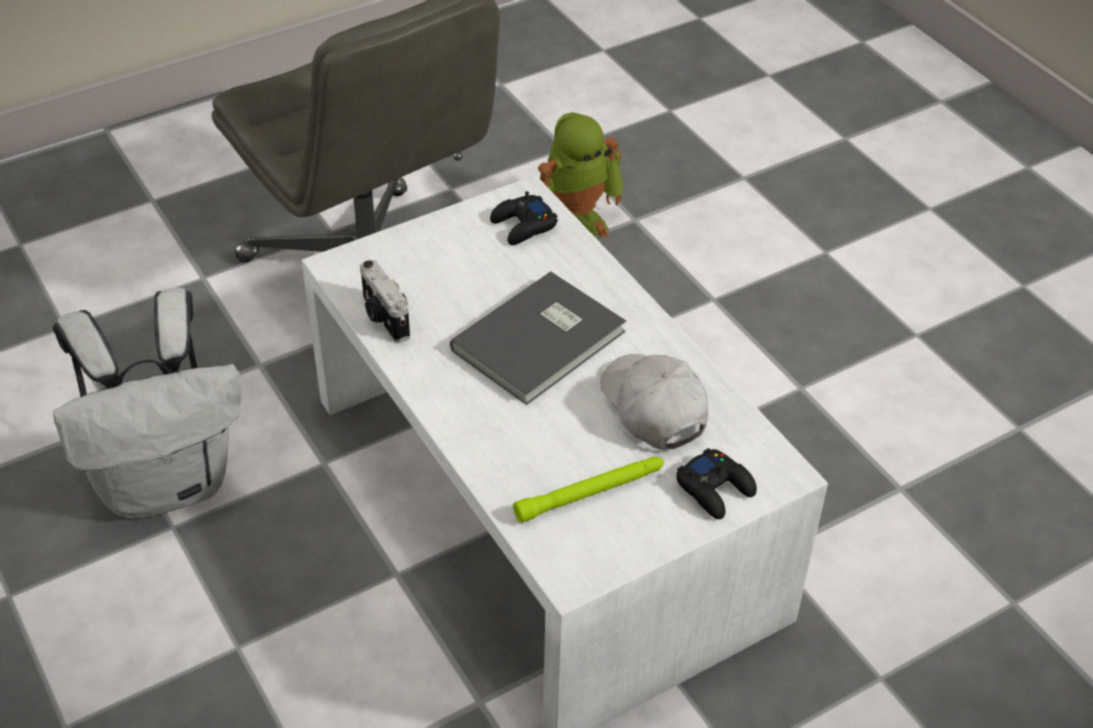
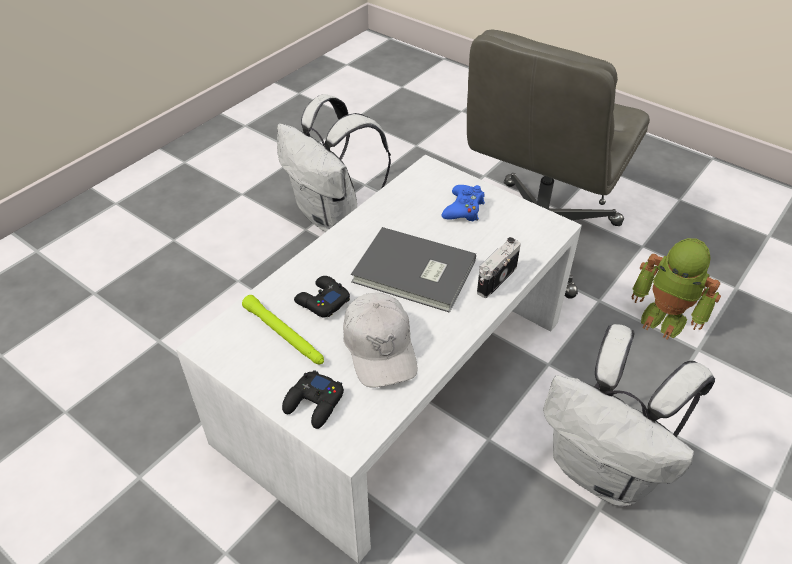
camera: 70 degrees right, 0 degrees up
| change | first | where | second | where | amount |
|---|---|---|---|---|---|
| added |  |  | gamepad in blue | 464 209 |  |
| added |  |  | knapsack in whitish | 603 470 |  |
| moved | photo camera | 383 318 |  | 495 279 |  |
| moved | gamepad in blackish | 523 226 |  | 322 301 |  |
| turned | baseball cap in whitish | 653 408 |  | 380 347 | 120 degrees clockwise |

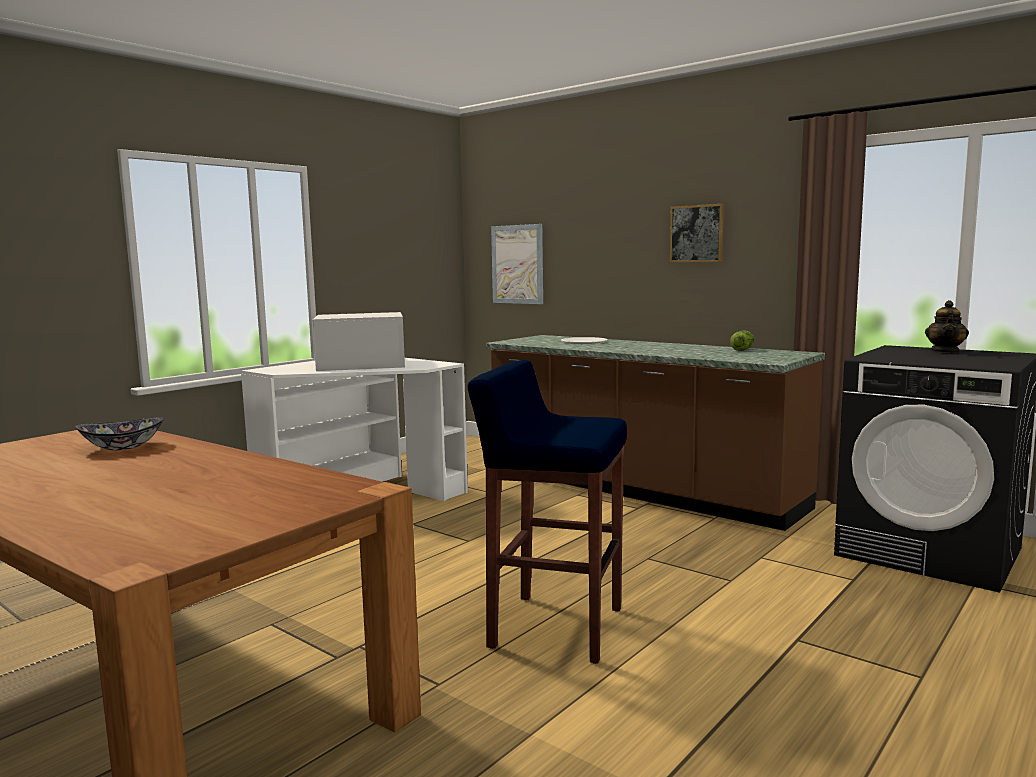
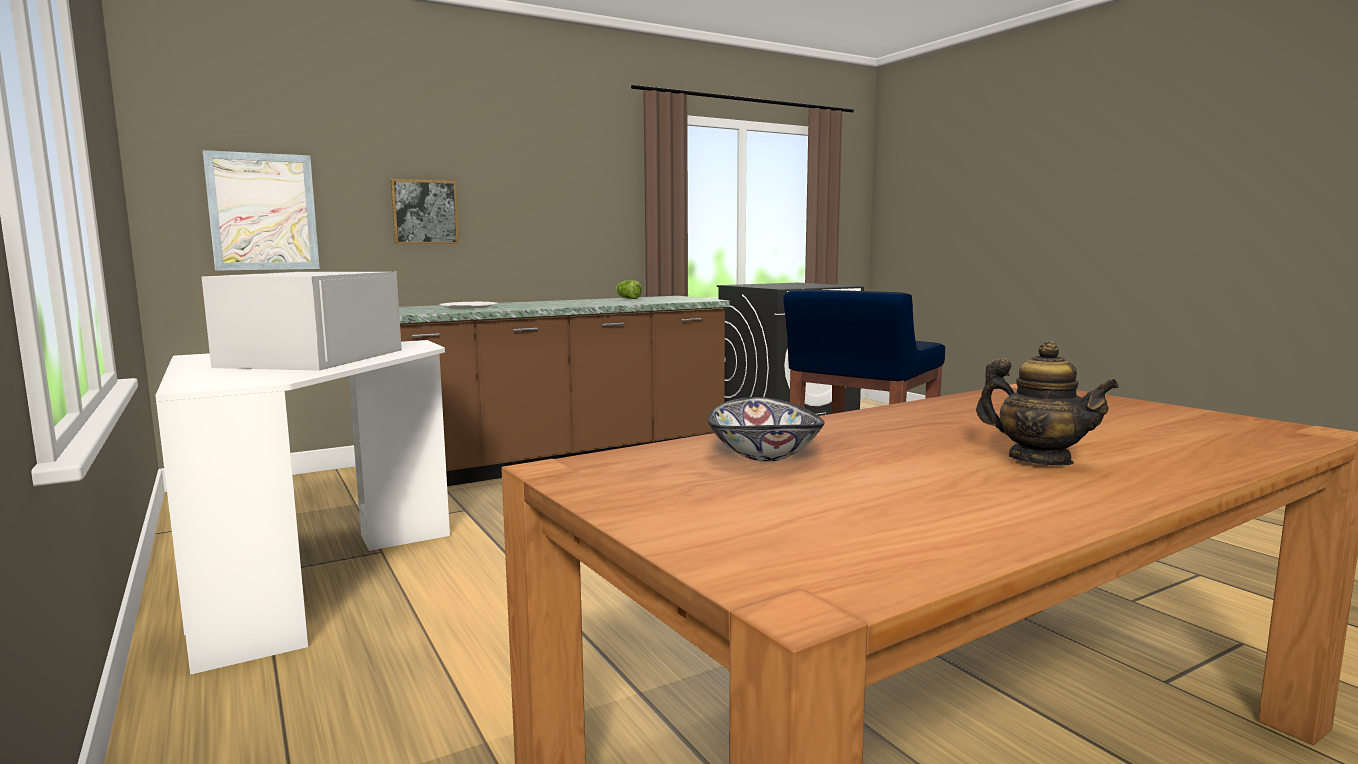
camera: 70 degrees left, 0 degrees up
| change | first | where | second | where | amount |
|---|---|---|---|---|---|
| moved | wall picture | 696 233 |  | 425 212 |  |
| moved | pot for tea | 945 351 |  | 1039 460 |  |

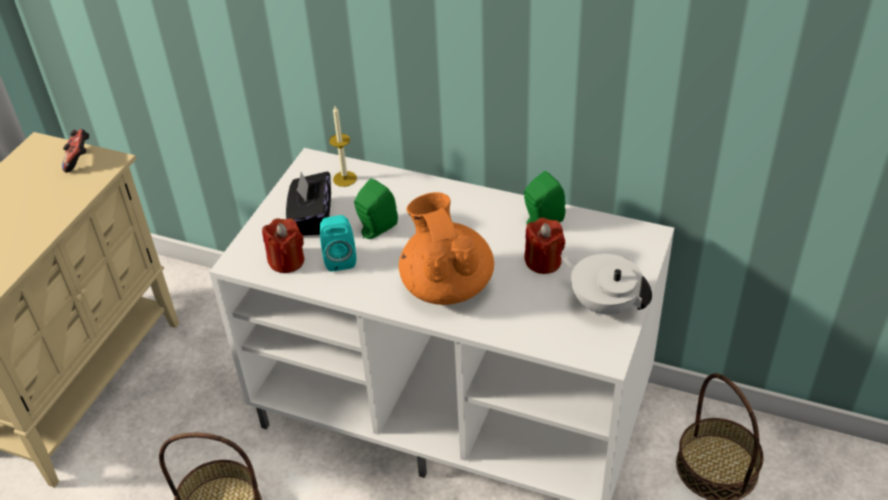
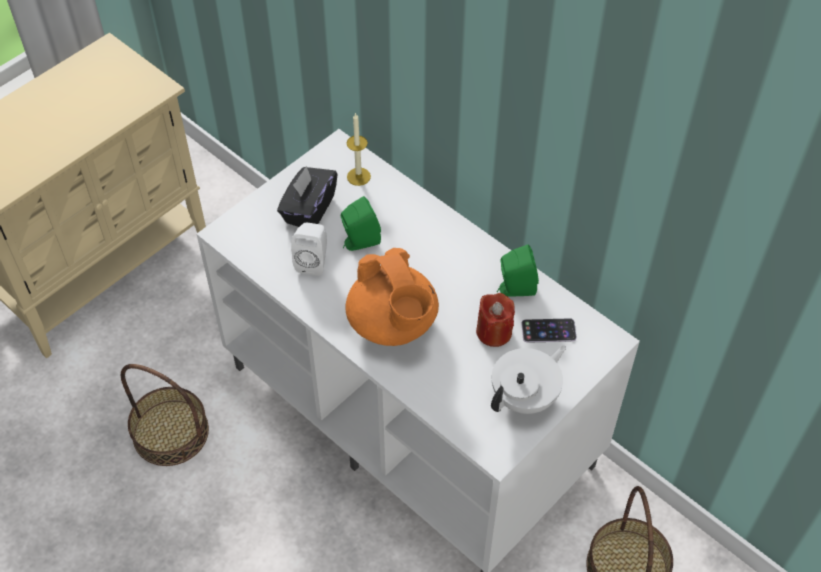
camera: 20 degrees right, 10 degrees up
| change | first | where | second | where | amount |
|---|---|---|---|---|---|
| removed | gamepad | 79 160 |  |  |  |
| removed | wax candle in red-coloured | 286 261 |  |  |  |
| added |  |  | phone | 548 331 |  |
| recoloured | audio speaker in turquoise | 339 258 | audio speaker in whitish | 313 261 |  |
| turned | pot for tea in orangey | 446 285 |  | 393 324 | 150 degrees clockwise |
| turned | pot for tea in whitish | 604 303 |  | 525 397 | 75 degrees clockwise |

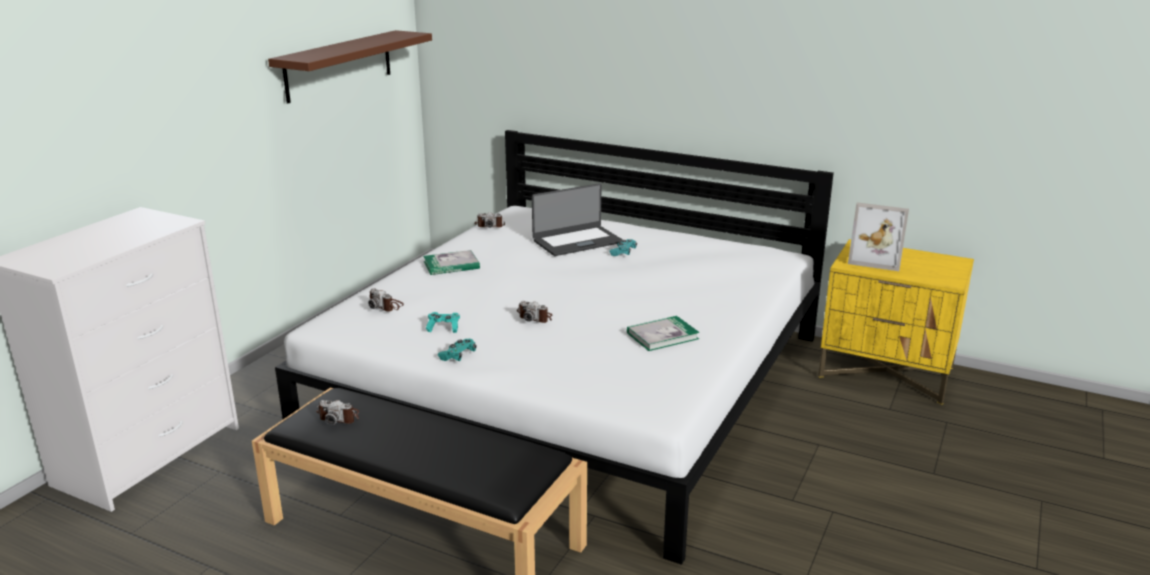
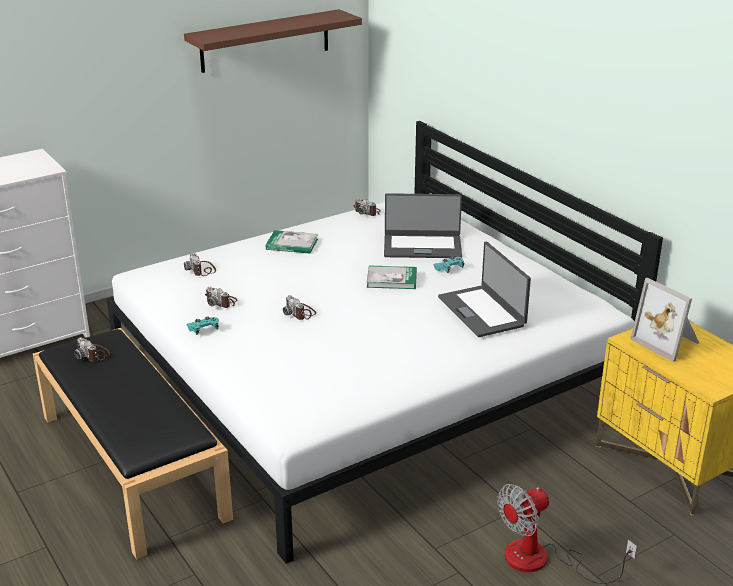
camera: 30 degrees right, 5 degrees up
| change | first | where | second | where | amount |
|---|---|---|---|---|---|
| added |  |  | laptop | 482 311 |  |
| added |  |  | electric fan | 542 560 |  |
| moved | volume | 662 336 |  | 392 279 |  |
| replaced | gamepad in turquoise | 443 328 | photo camera | 221 302 |  |

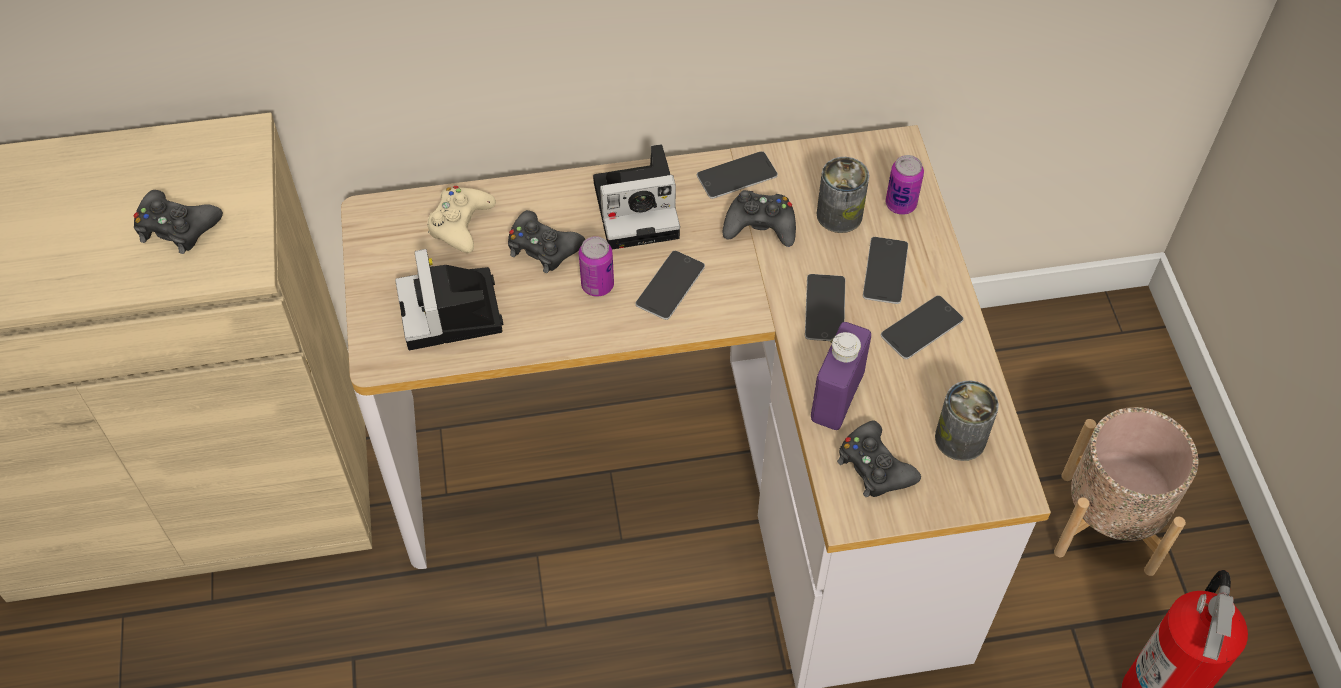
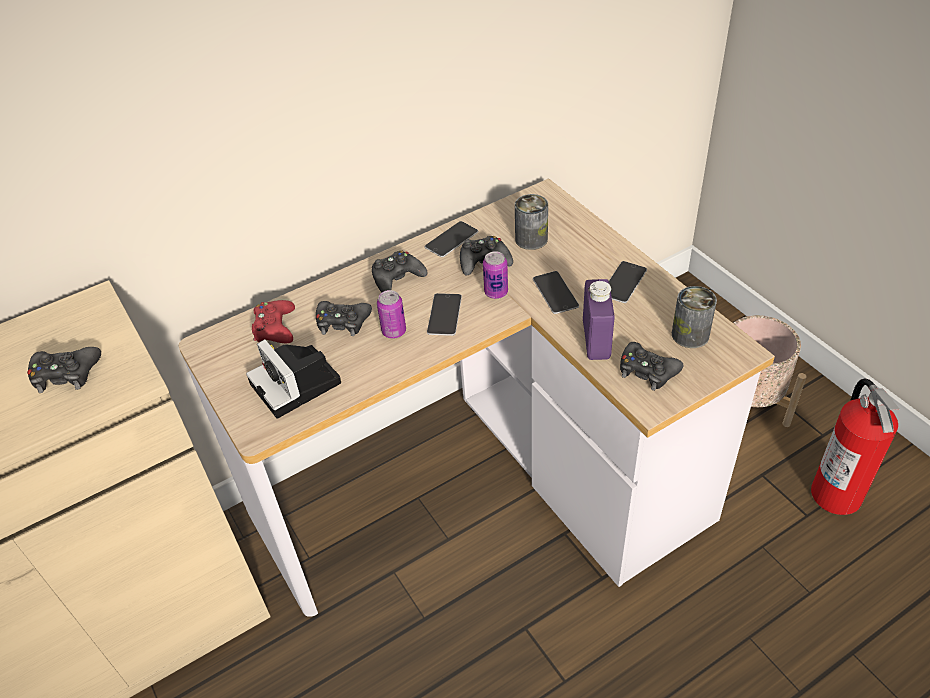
camera: 20 degrees left, 10 degrees down
| change | first | where | second | where | amount |
|---|---|---|---|---|---|
| removed | phone | 885 270 |  |  |  |
| moved | metal can | 900 204 |  | 496 292 |  |
| replaced | photo camera | 640 208 | gamepad in blackish | 397 278 |  |
| recoloured | gamepad in sand-coloured | 460 224 | gamepad in red-coloured | 275 328 |  |

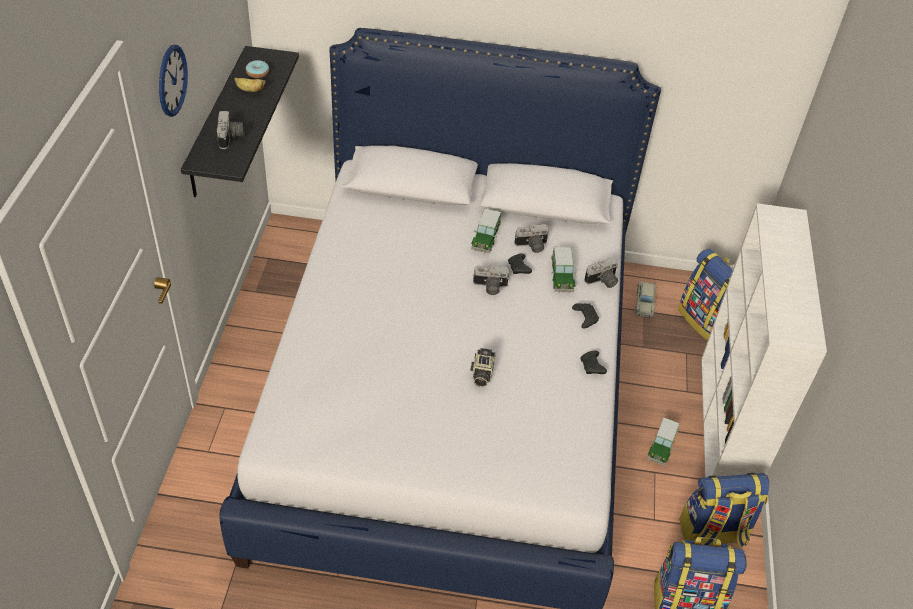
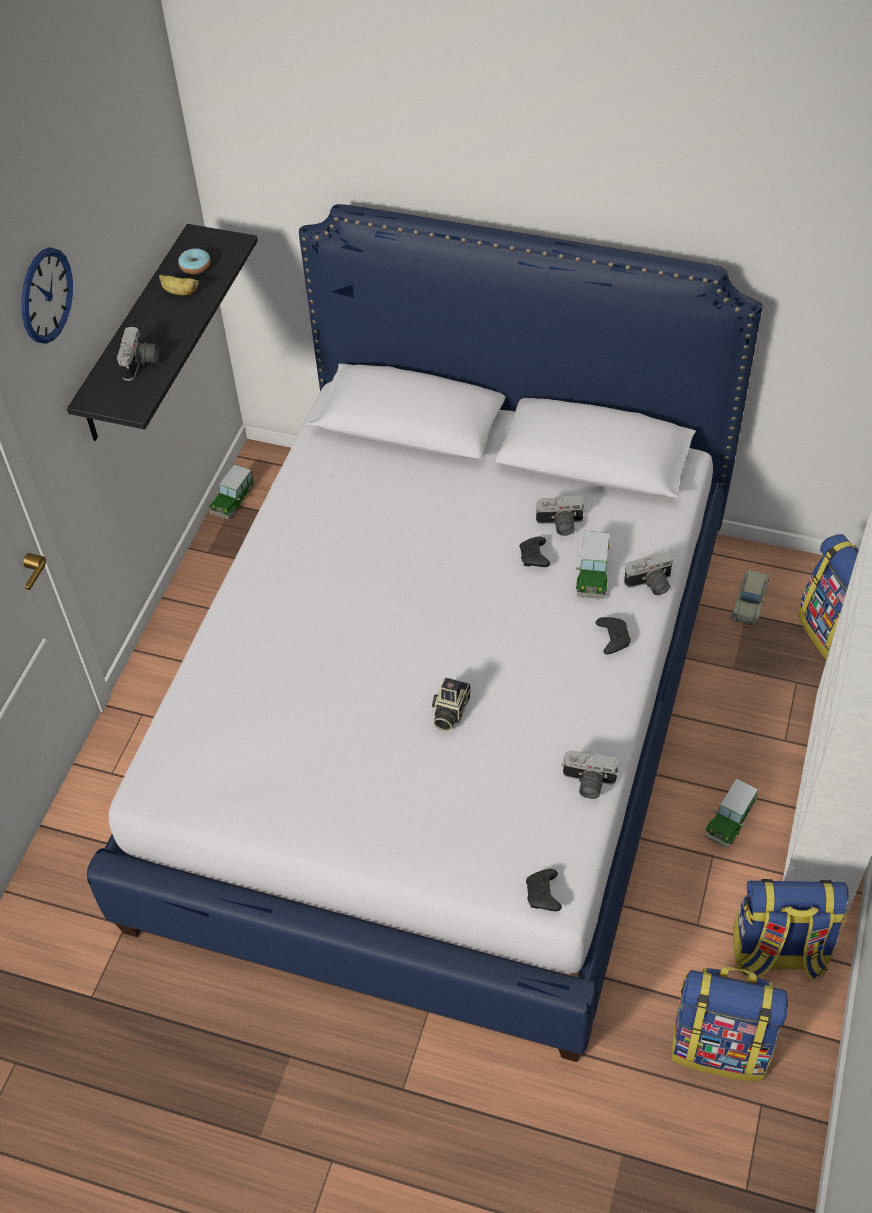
camera: 15 degrees right, 5 degrees up
| change | first | where | second | where | amount |
|---|---|---|---|---|---|
| moved | toy car | 485 238 |  | 233 500 |  |
| moved | photo camera | 489 287 |  | 587 783 |  |
| moved | gamepad in blackish | 592 367 |  | 543 895 |  |

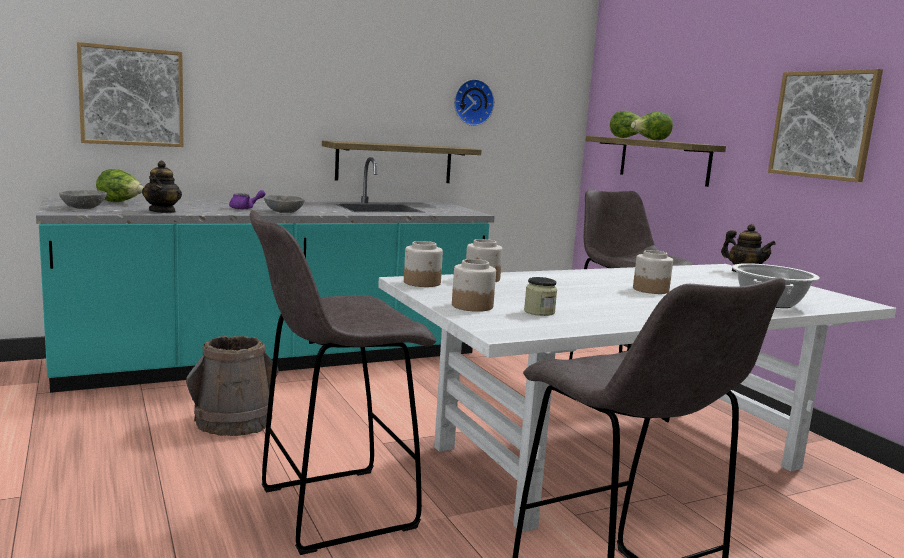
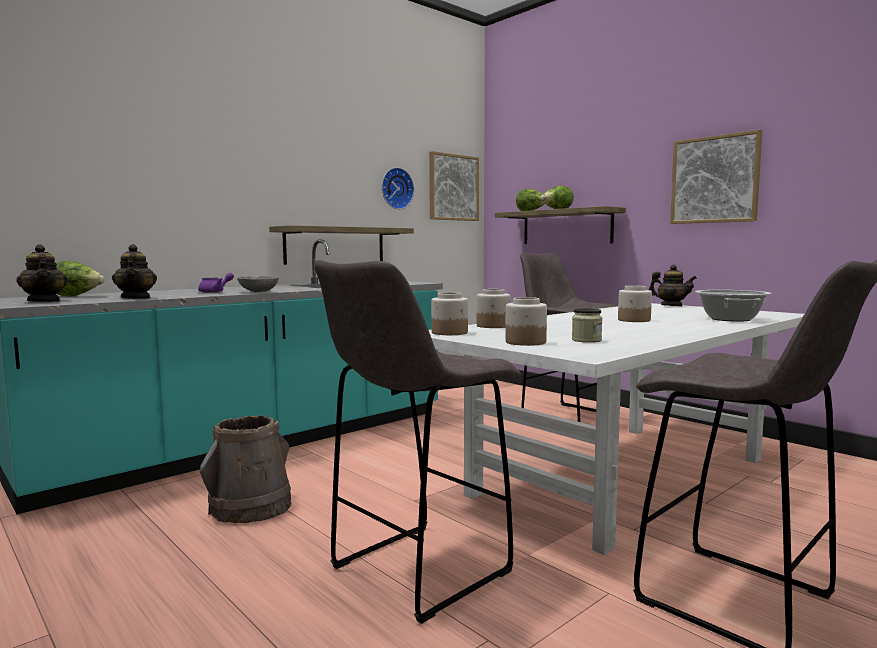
camera: 15 degrees left, 5 degrees down
| change | first | where | second | where | amount |
|---|---|---|---|---|---|
| moved | wall picture | 132 96 |  | 453 187 |  |
| replaced | bowl in grey | 84 208 | pot for tea | 44 301 |  |

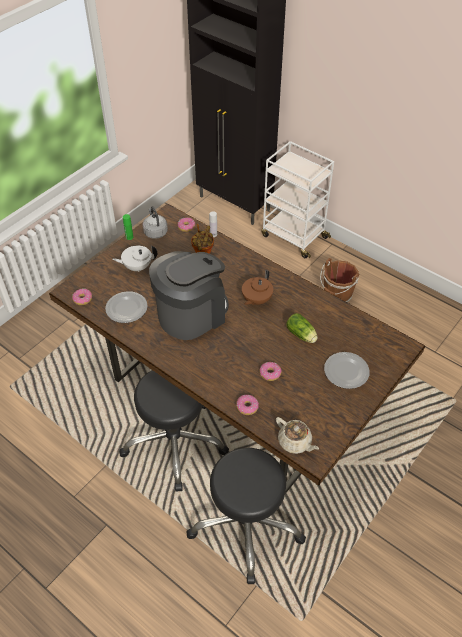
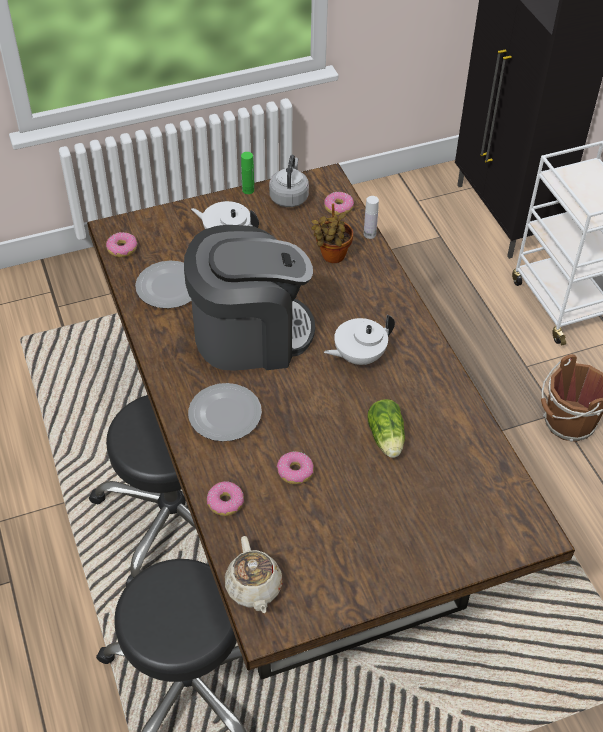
camera: 30 degrees right, 0 degrees up
| change | first | where | second | where | amount |
|---|---|---|---|---|---|
| moved | dinner plate | 345 371 |  | 224 414 |  |
| recoloured | pot for tea in brown | 256 300 | pot for tea in whitish | 358 356 |  |

